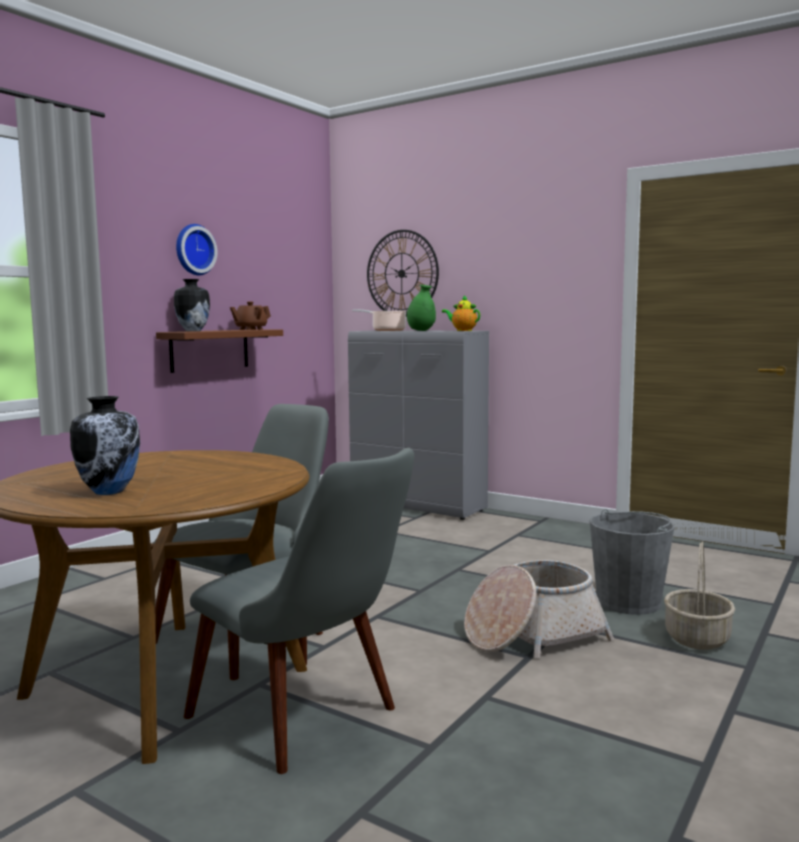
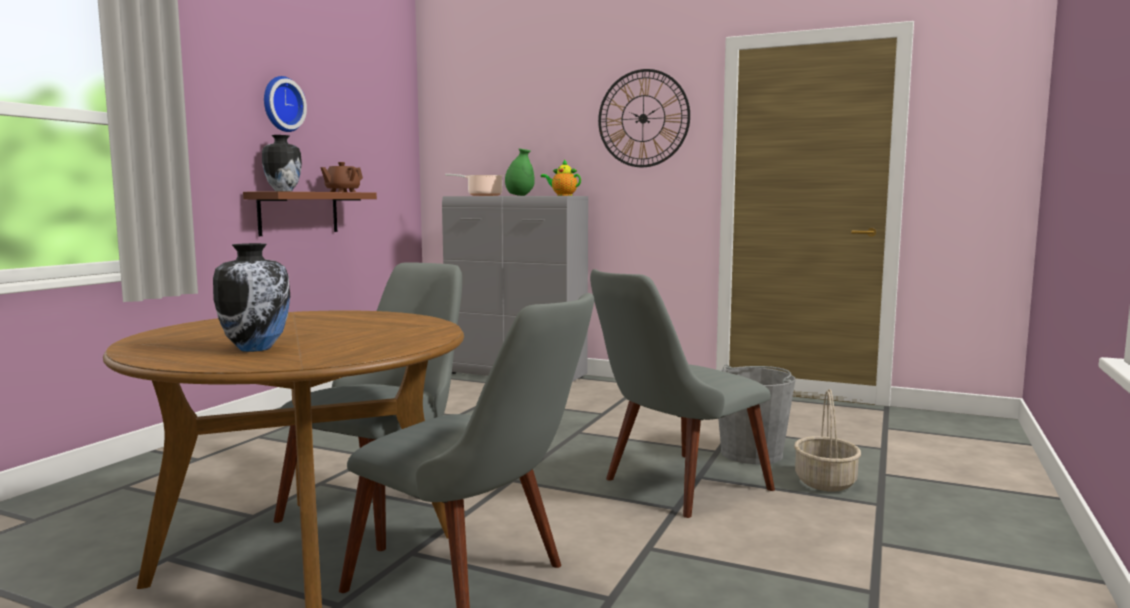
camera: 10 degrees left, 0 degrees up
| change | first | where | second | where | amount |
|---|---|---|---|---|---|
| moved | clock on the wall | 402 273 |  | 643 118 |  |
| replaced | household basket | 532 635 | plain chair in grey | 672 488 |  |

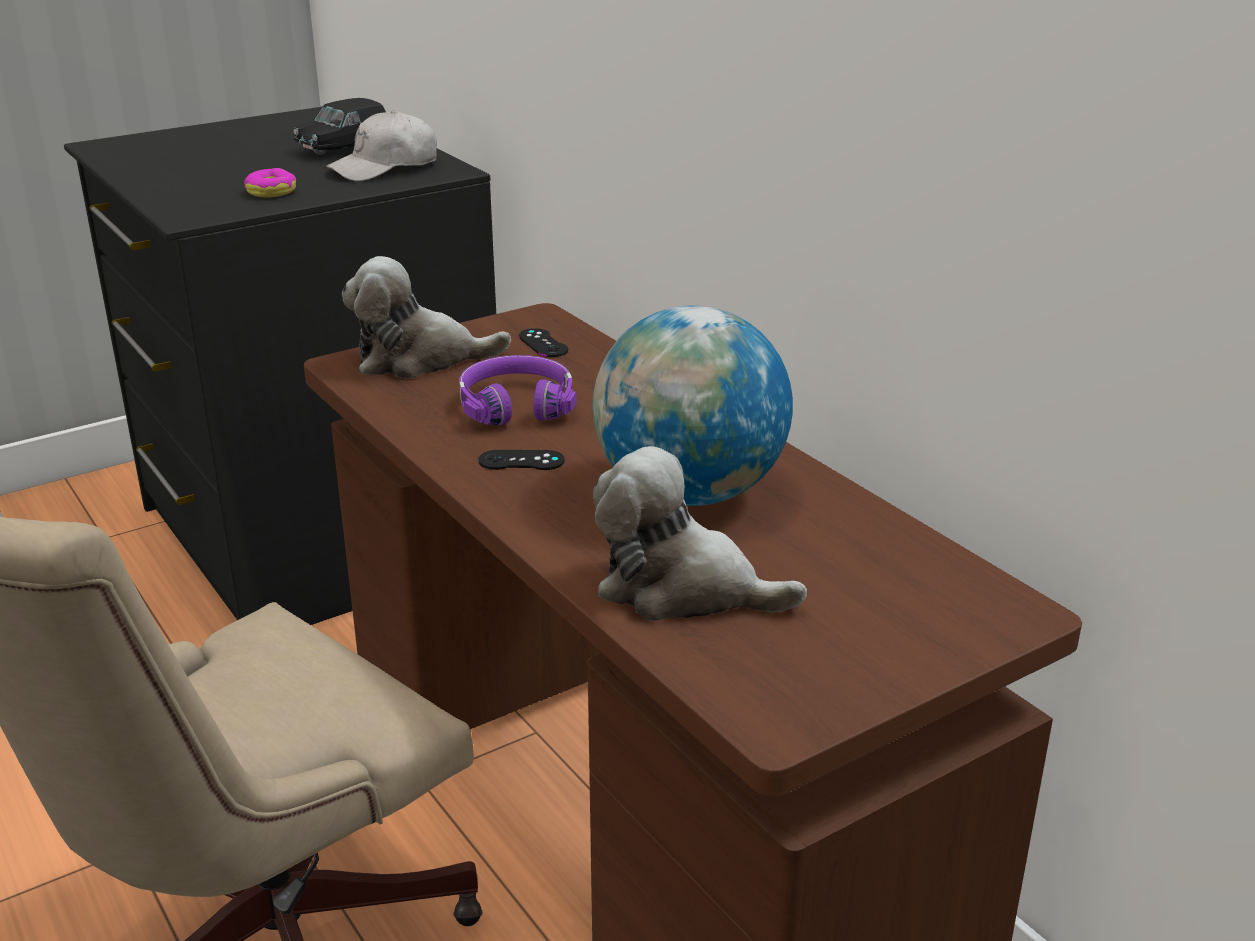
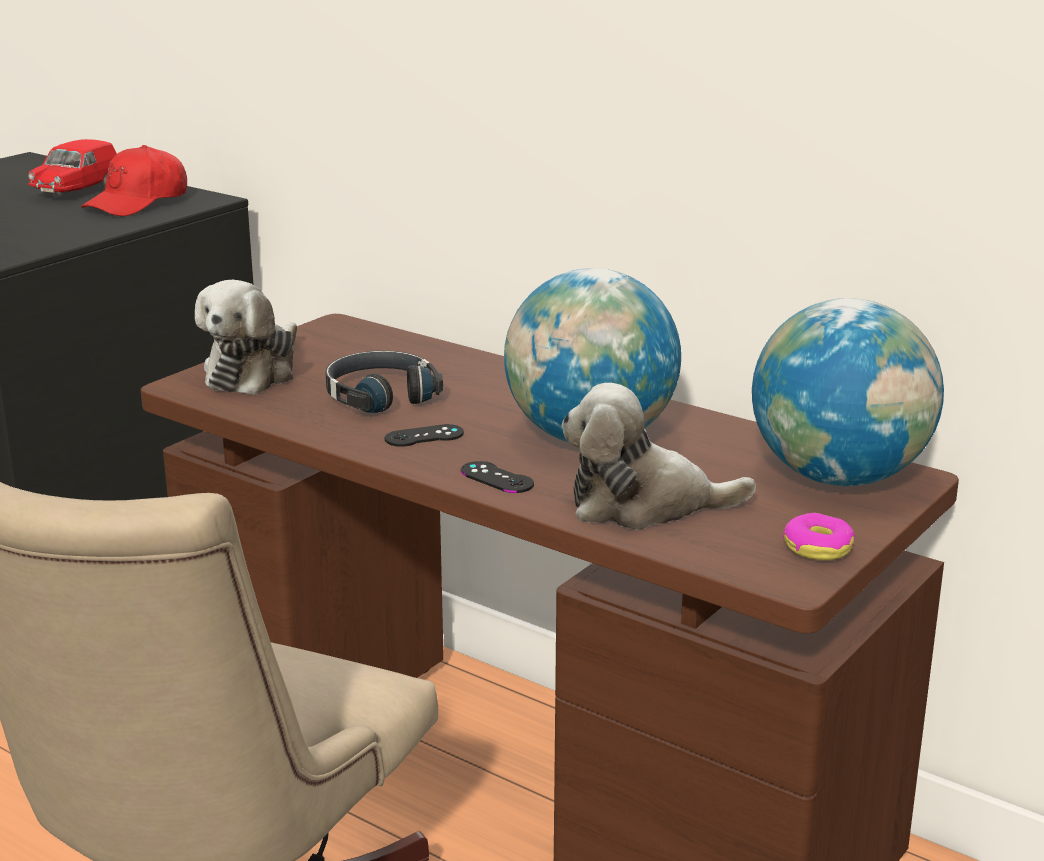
camera: 20 degrees left, 5 degrees down
| change | first | where | second | where | amount |
|---|---|---|---|---|---|
| added |  |  | globe | 839 477 |  |
| moved | donut | 271 191 |  | 818 547 |  |
| moved | gamepad in blackish | 543 343 |  | 497 478 |  |
| recoloured | toy car in blackish | 343 149 | toy car in red-coloured | 76 191 |  |
| recoloured | baseball cap in whitish | 385 167 | baseball cap in red-coloured | 138 202 |  |
| recoloured | headphones in purple | 516 405 | headphones in blackish | 380 395 |  |
| turned | plush toy | 419 359 |  | 254 372 | 45 degrees counterclockwise |

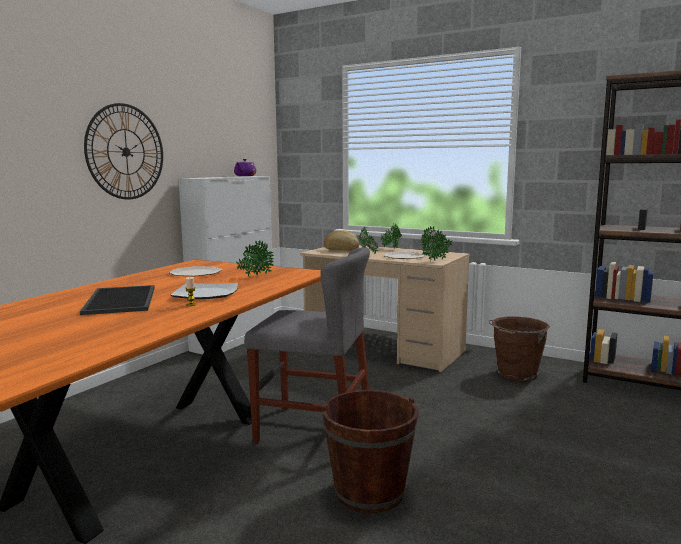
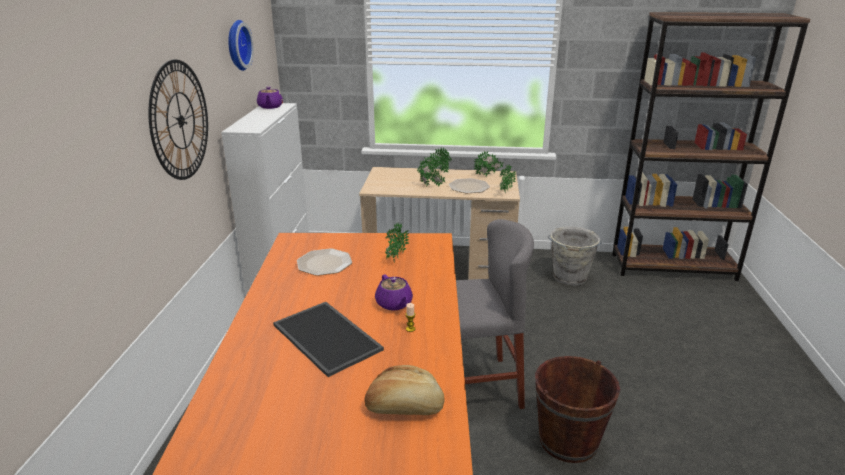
camera: 25 degrees left, 15 degrees up
| change | first | where | second | where | amount |
|---|---|---|---|---|---|
| added |  |  | clock on the wall | 236 45 |  |
| moved | bakery bread | 341 250 |  | 404 407 |  |
| replaced | dinner plate | 205 293 | pot for tea in purple | 394 304 |  |
| recoloured | pail in brown | 516 374 | pail in grey | 569 278 |  |

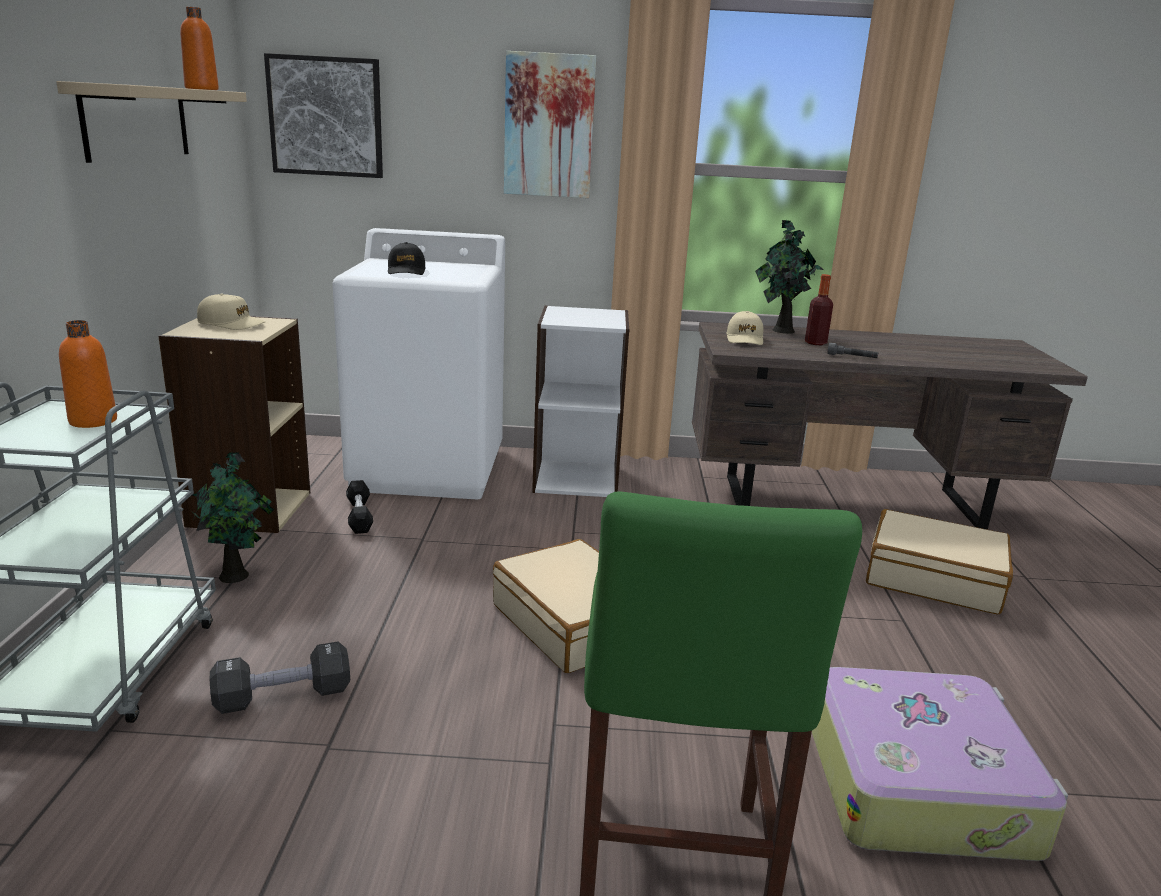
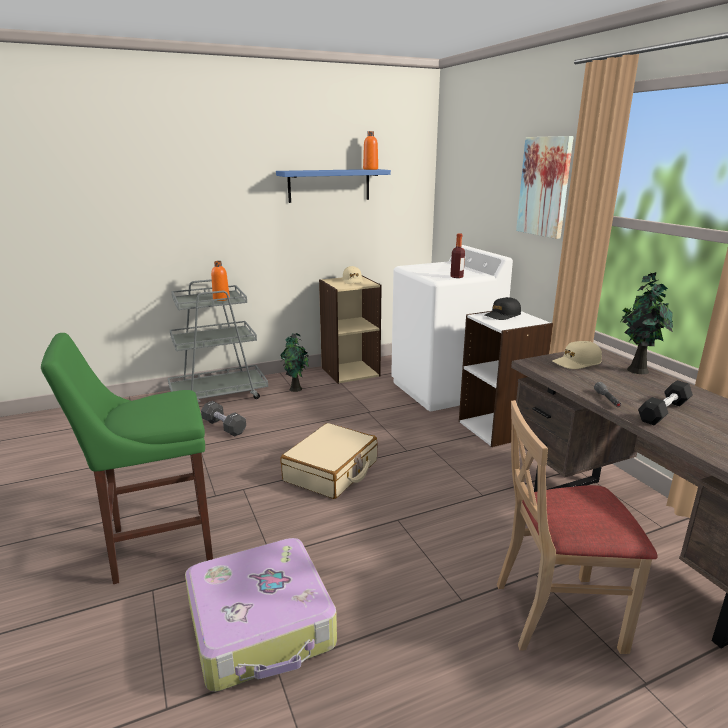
camera: 65 degrees right, 0 degrees up
| change | first | where | second | where | amount |
|---|---|---|---|---|---|
| removed | wall picture | 326 117 |  |  |  |
| moved | dumbbell in blackish | 359 515 |  | 664 411 |  |
| moved | baseball cap in blackish | 406 271 |  | 502 315 |  |
| moved | drink bottle | 815 343 |  | 456 277 |  |
| replaced | piece of luggage in sand-coloured | 933 578 | plain chair in sand-coloured | 557 613 |  |
| recoloured | bracket shelf in sand-coloured | 136 122 | bracket shelf in blue | 329 185 |  |

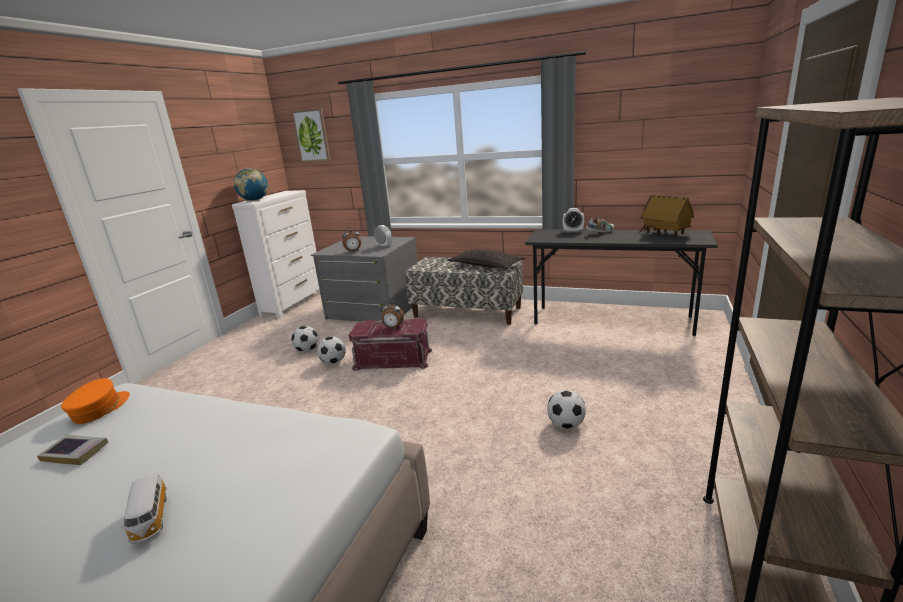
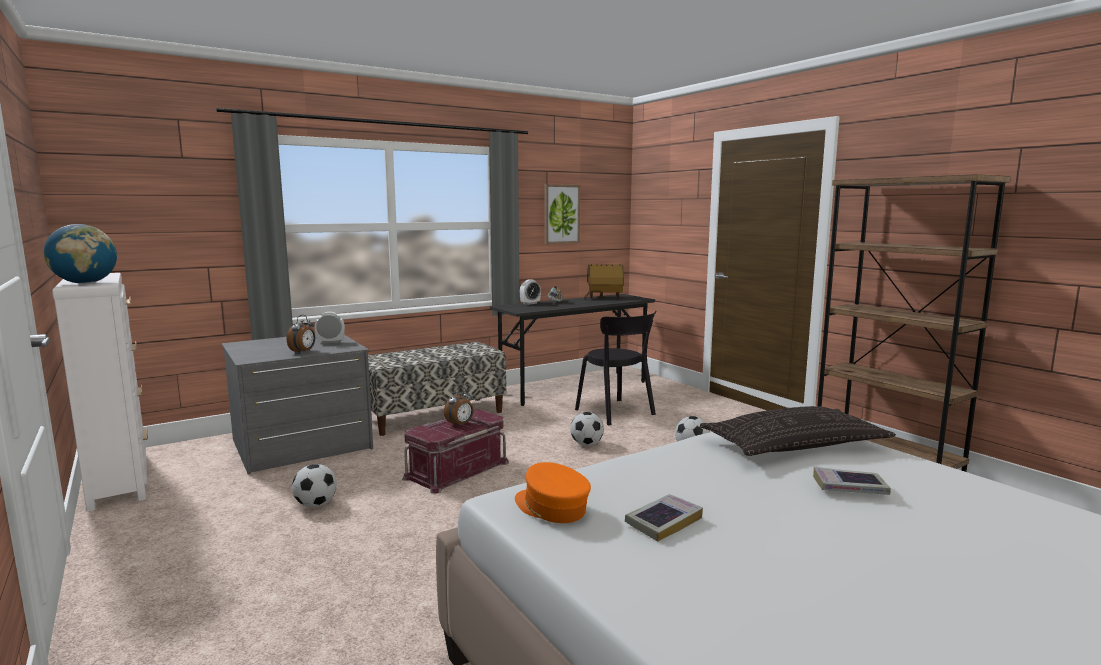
camera: 55 degrees left, 10 degrees down
| change | first | where | second | where | amount |
|---|---|---|---|---|---|
| added |  |  | plain chair in blackish | 617 413 |  |
| moved | wall picture | 312 136 |  | 561 214 |  |
| moved | ball for football | 333 362 |  | 587 444 |  |
| moved | cushion | 485 265 |  | 794 444 |  |
| replaced | toy car | 150 519 | volume | 849 487 |  |

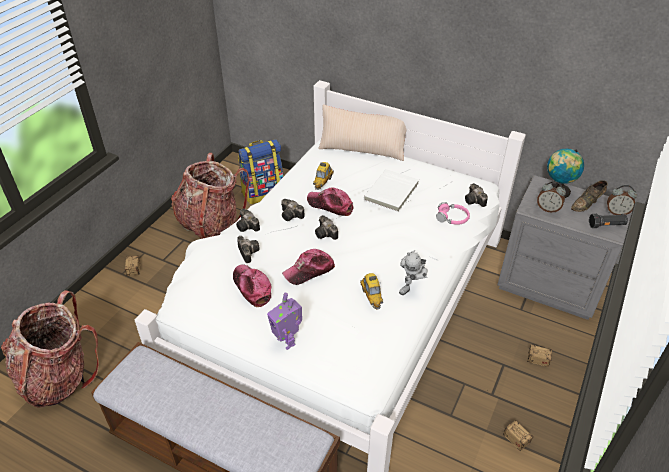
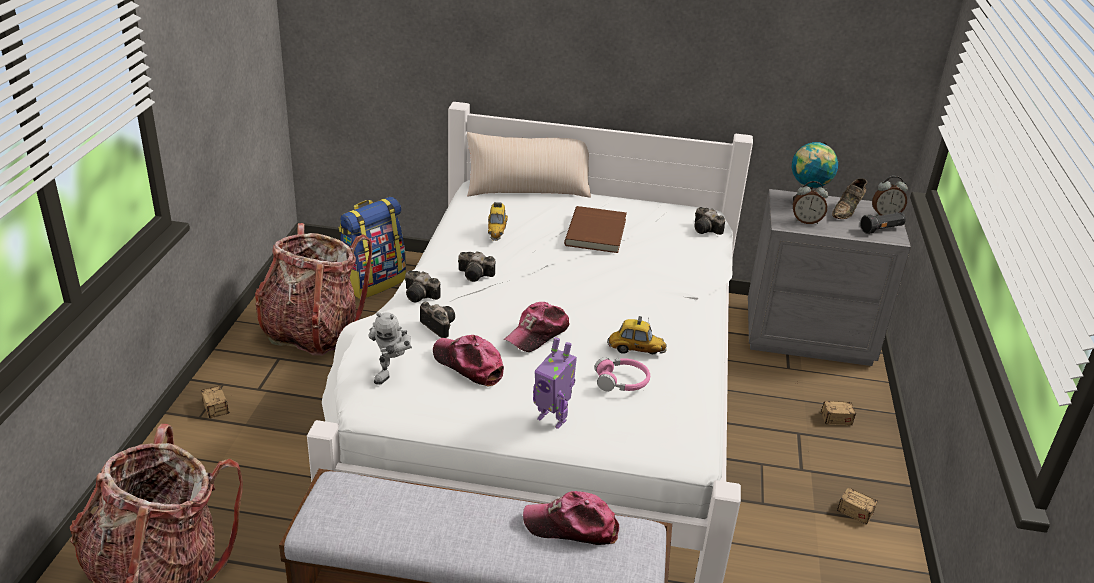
camera: 20 degrees left, 10 degrees down
| change | first | where | second | where | amount |
|---|---|---|---|---|---|
| removed | photo camera | 326 234 |  |  |  |
| moved | baseball cap | 330 205 |  | 571 526 |  |
| moved | model robot | 412 287 |  | 393 372 |  |
| moved | headphones in pink-coloured | 452 218 |  | 622 381 |  |
| recoloured | volume in whitish | 392 192 | volume in brown | 597 232 |  |
| turned | toy car | 371 296 |  | 636 350 | 45 degrees counterclockwise |

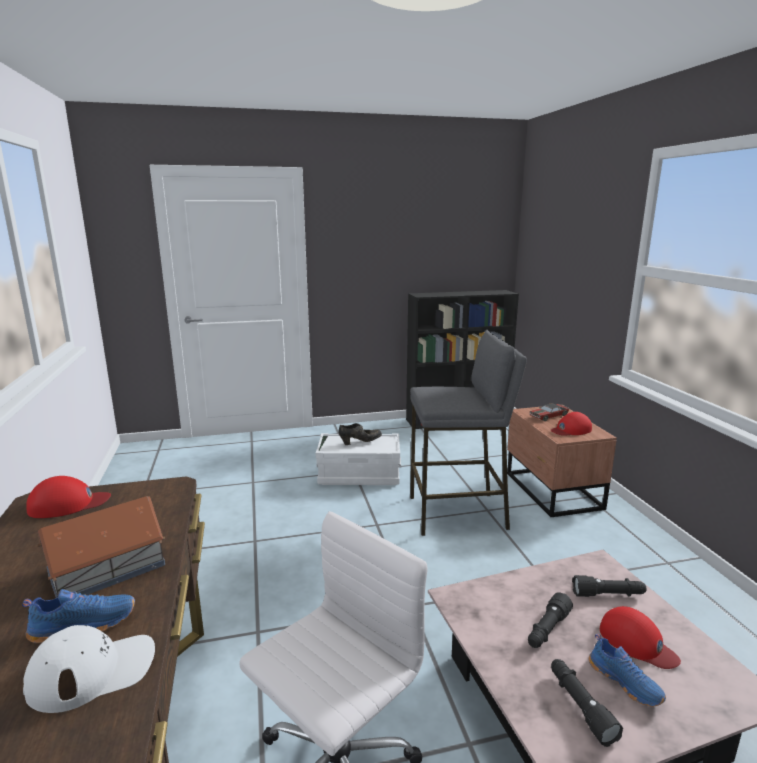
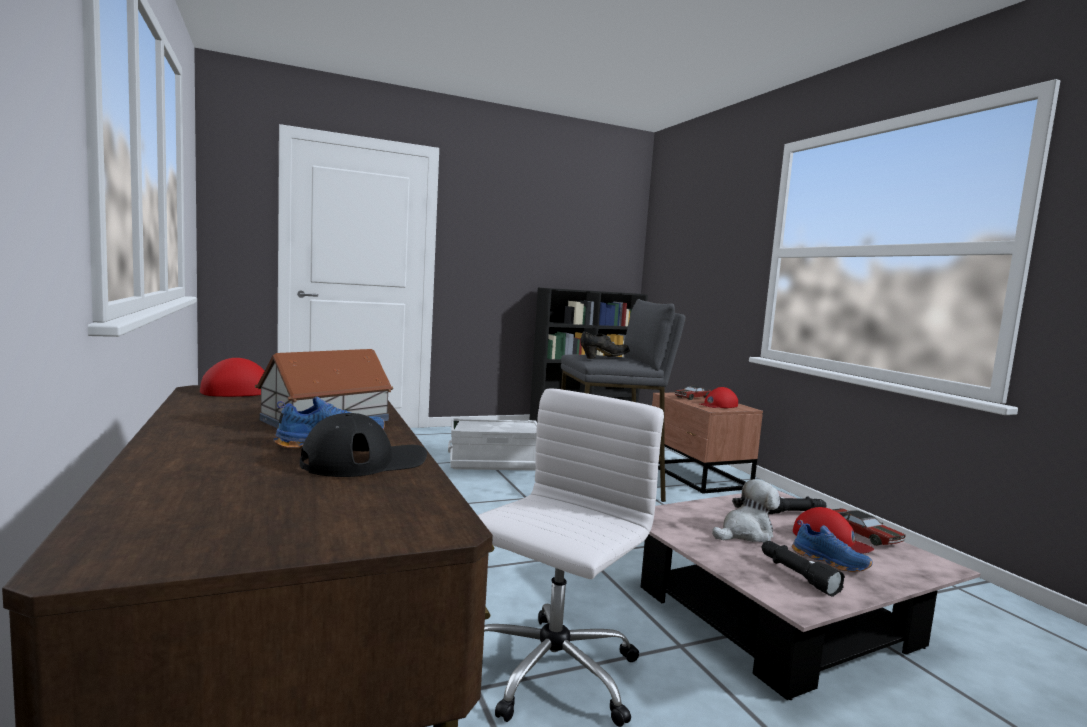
camera: 10 degrees left, 10 degrees down
| change | first | where | second | where | amount |
|---|---|---|---|---|---|
| added |  |  | toy car | 862 534 |  |
| moved | item of footwear in blackish | 360 442 |  | 604 358 |  |
| replaced | hand torch in blackish | 547 630 | plush toy | 745 533 |  |
| recoloured | baseball cap in whitish | 93 671 | baseball cap in blackish | 365 461 |  |

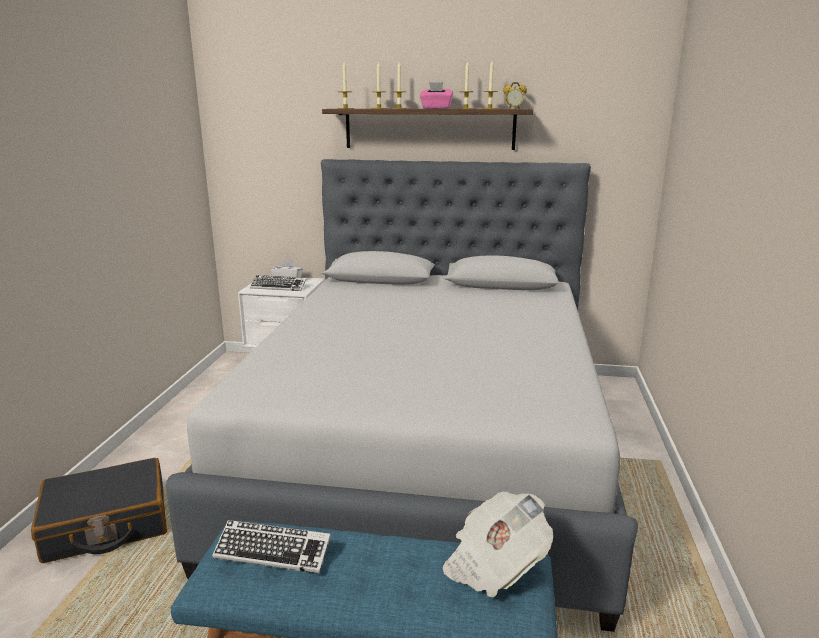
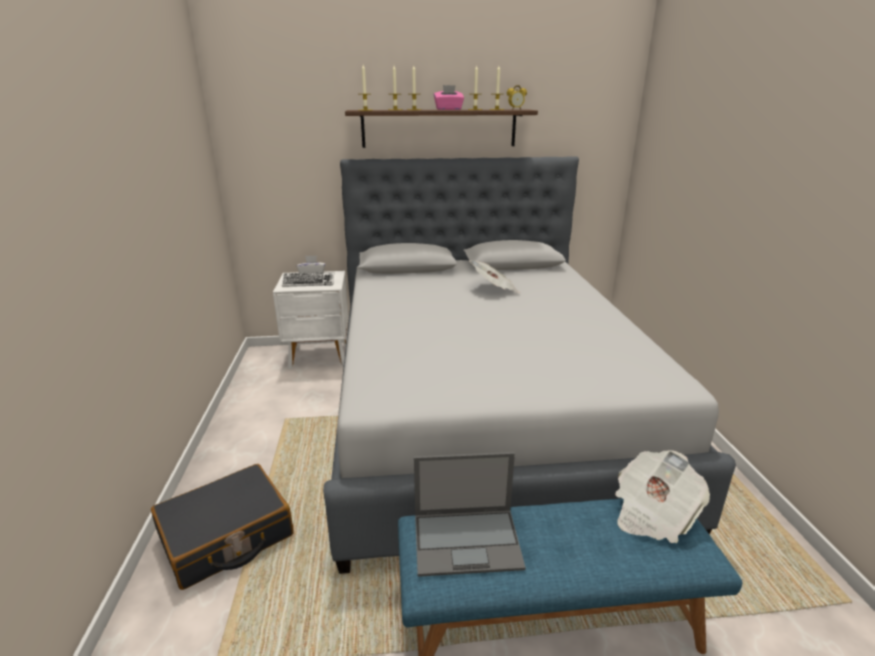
camera: 15 degrees left, 5 degrees up
| change | first | where | second | where | amount |
|---|---|---|---|---|---|
| added |  |  | printed paper | 494 289 |  |
| replaced | keyboard | 273 552 | laptop | 468 540 |  |

